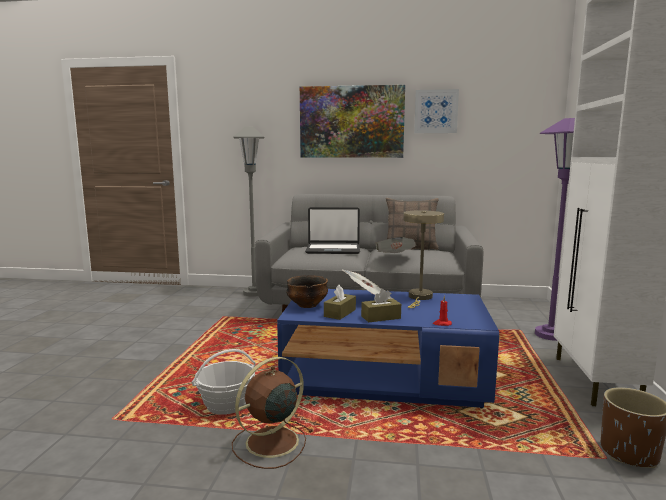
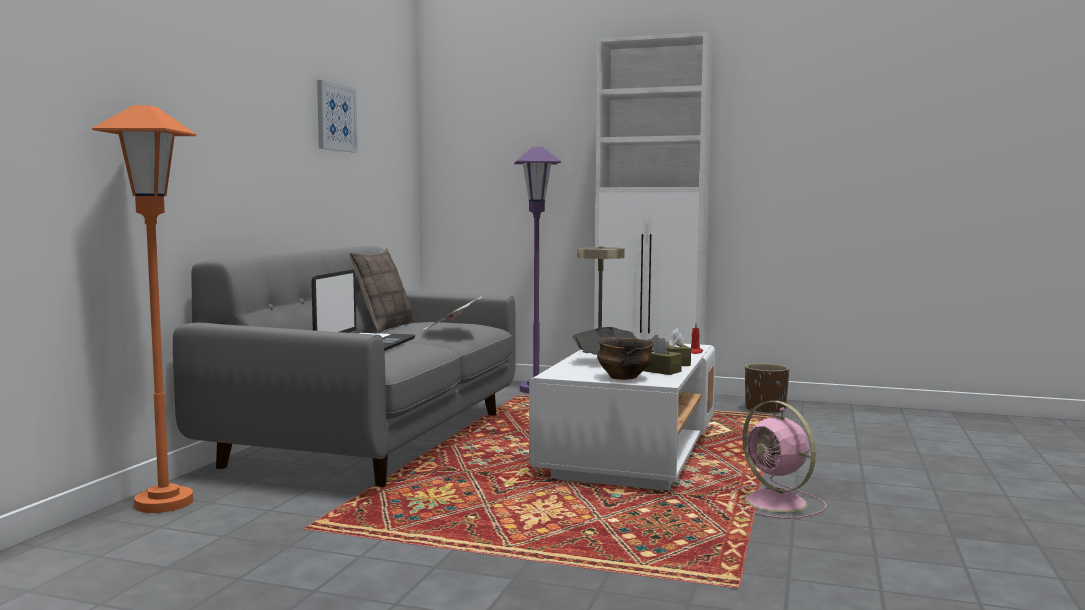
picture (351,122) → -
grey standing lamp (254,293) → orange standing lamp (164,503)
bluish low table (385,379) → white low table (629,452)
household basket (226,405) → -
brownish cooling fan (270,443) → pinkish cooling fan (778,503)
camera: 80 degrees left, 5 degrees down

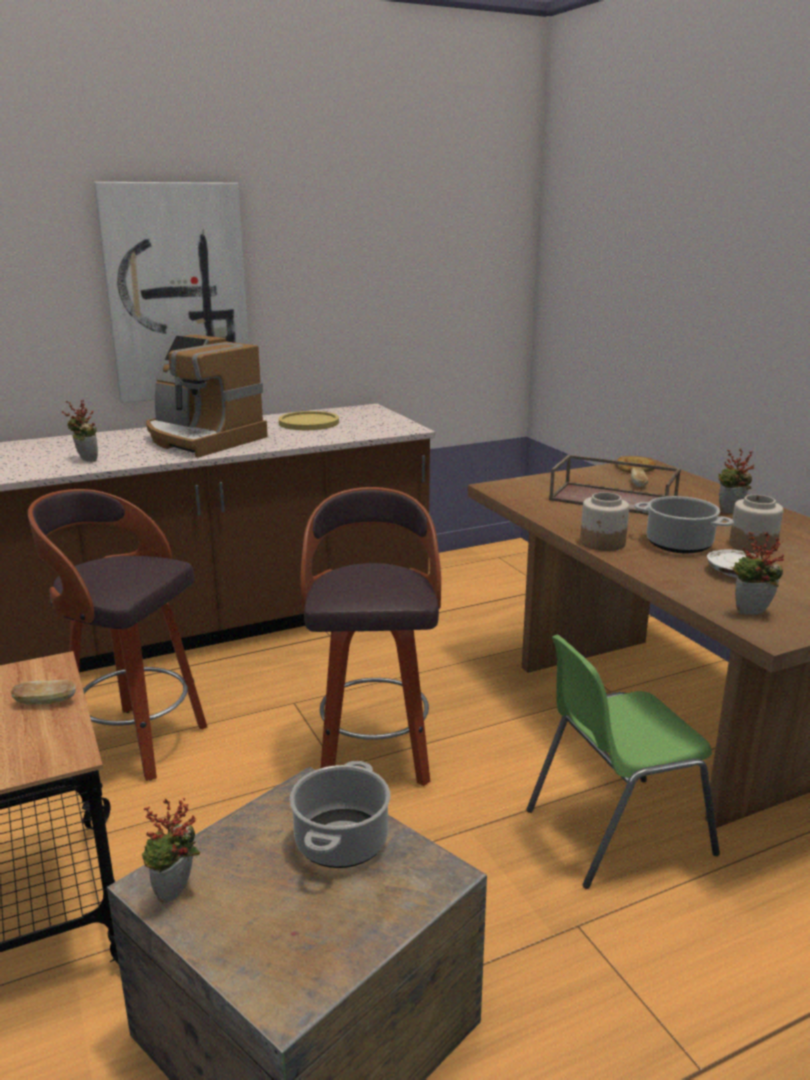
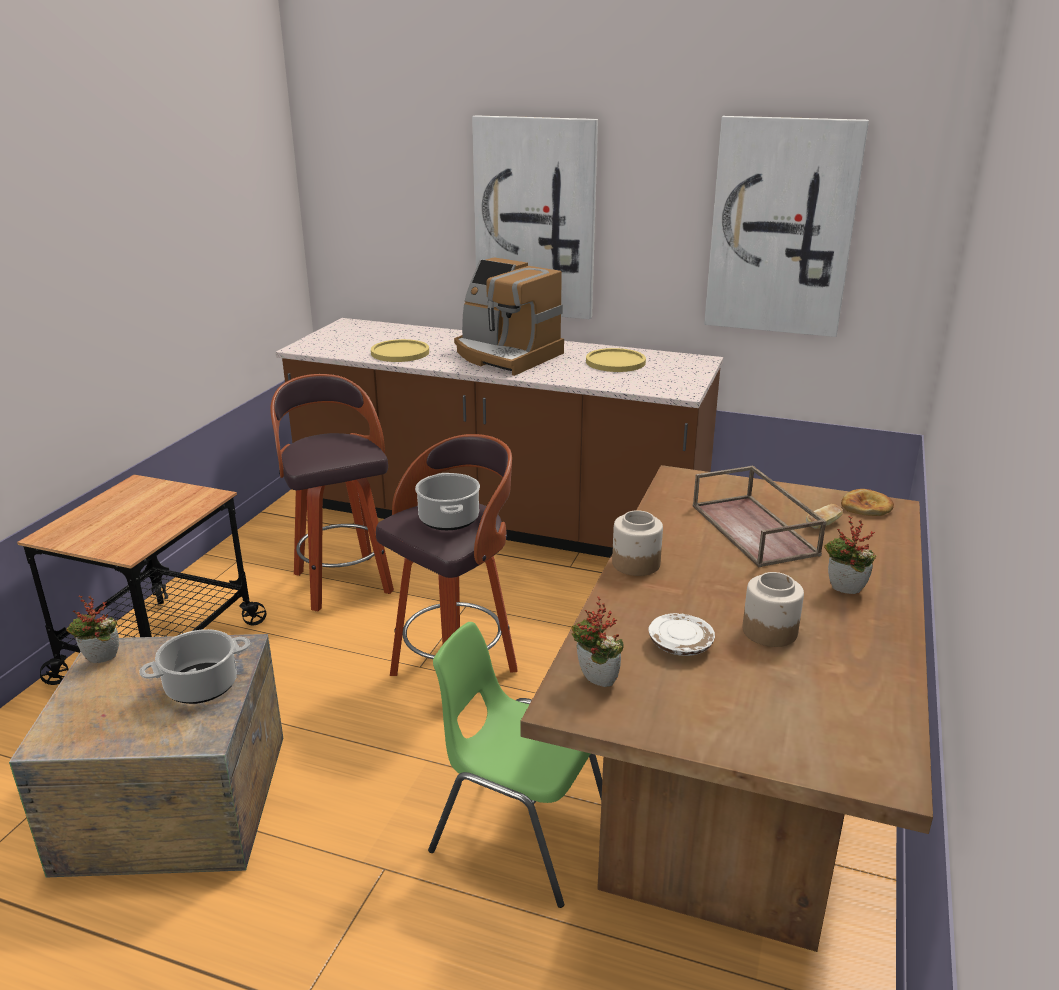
coffee brewer (201,439) → coffee brewer (505,355), 45 degrees counterclockwise
houseplant (85,460) → yellowish flat dish (400,352)
cooking pot (680,544) → cooking pot (449,520), move
bakery bread (45,702) → -
- → picture (781,228)
camera: 45 degrees right, 5 degrees up

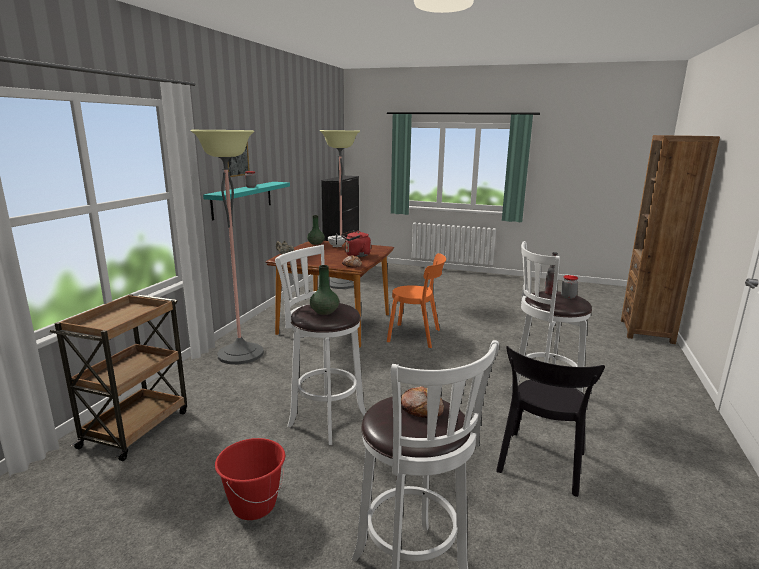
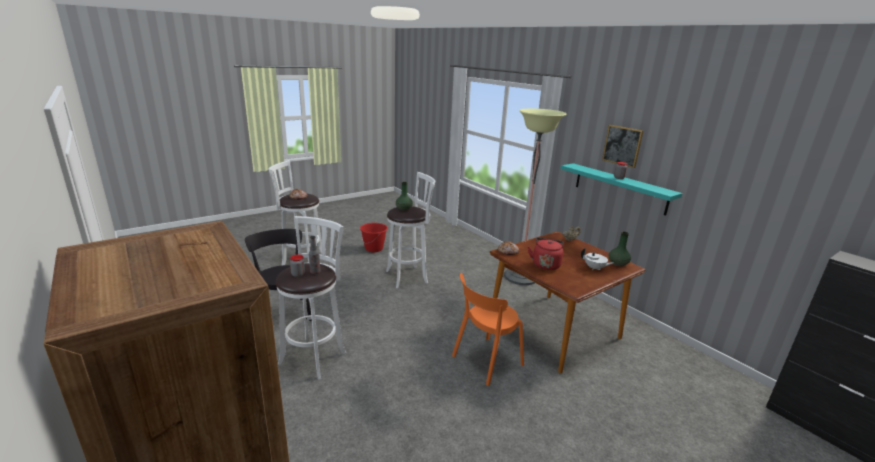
standing lamp (341,284) → -
brownish wheeled cart (137,428) → -
camera: 125 degrees right, 5 degrees up

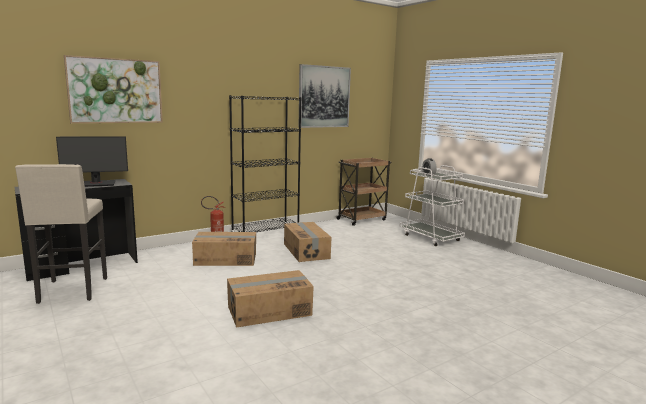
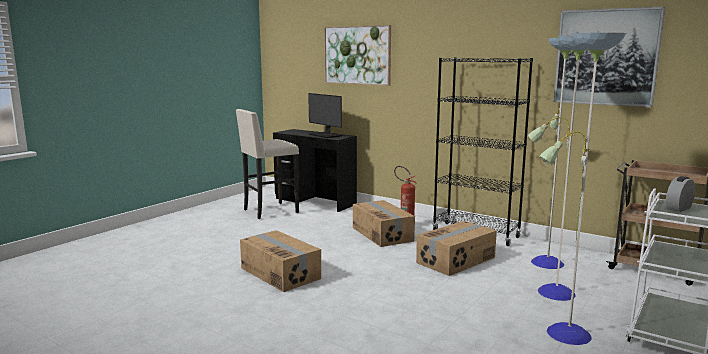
- → standing lamp (553,292)
camera: 70 degrees right, 0 degrees up

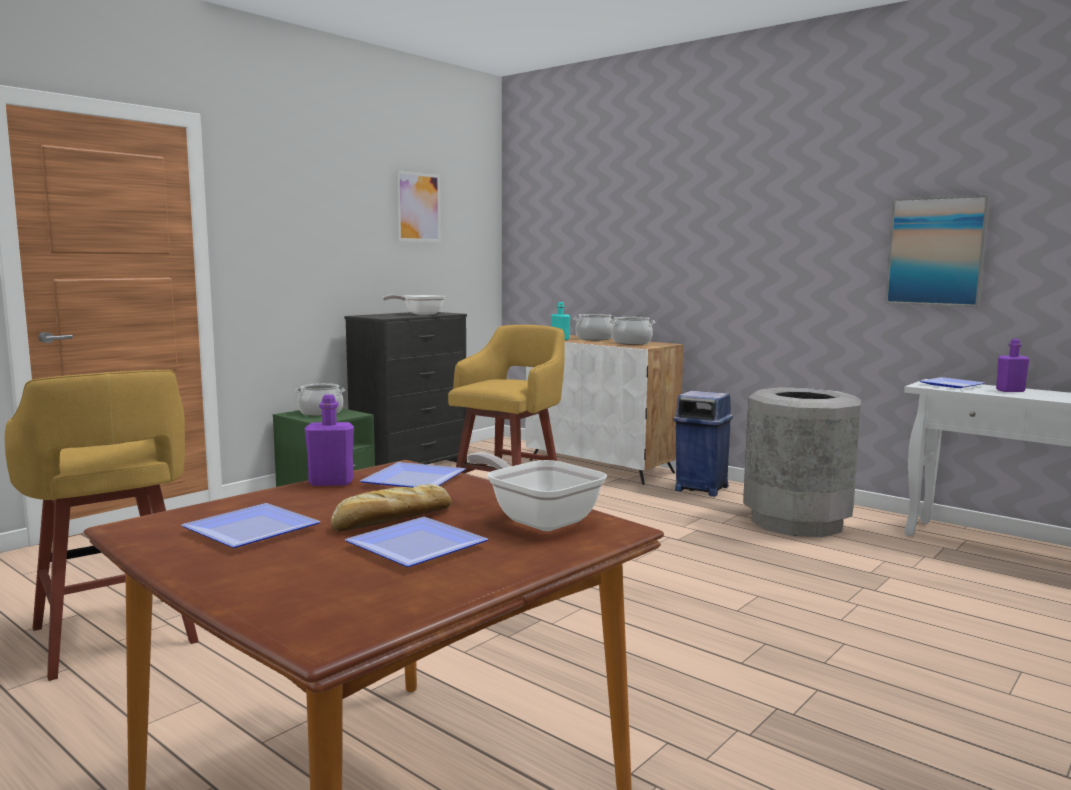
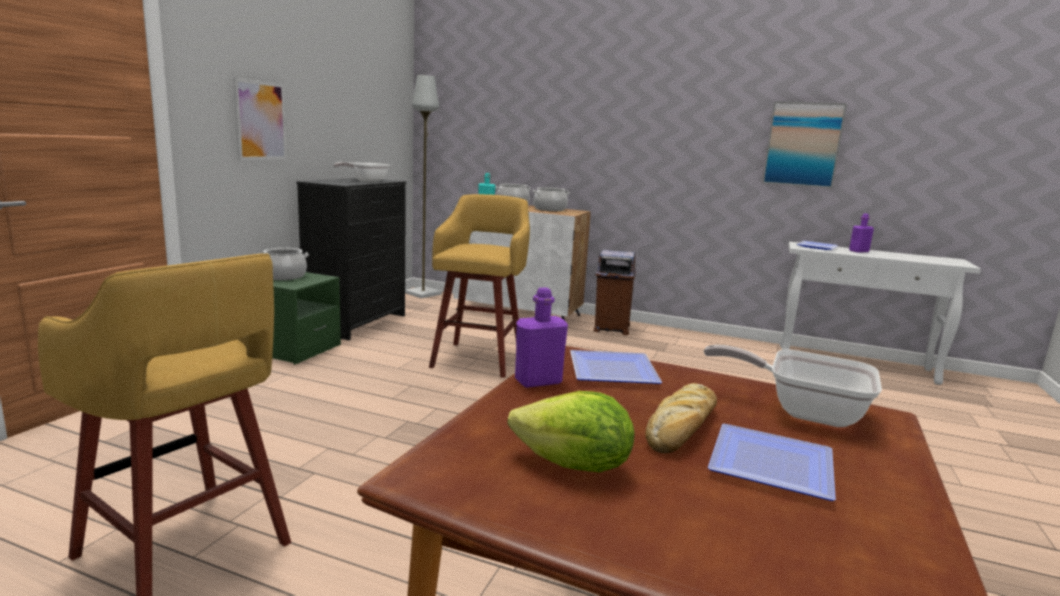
picture (418,207) → picture (261,121), move
grey waste bin (797,522) → -
bluish waste bin (700,488) → brownish waste bin (611,328)
flat dish (250,532) → lettuce (573,467)
- → grey standing lamp (423,293)
camera: 20 degrees left, 5 degrees up

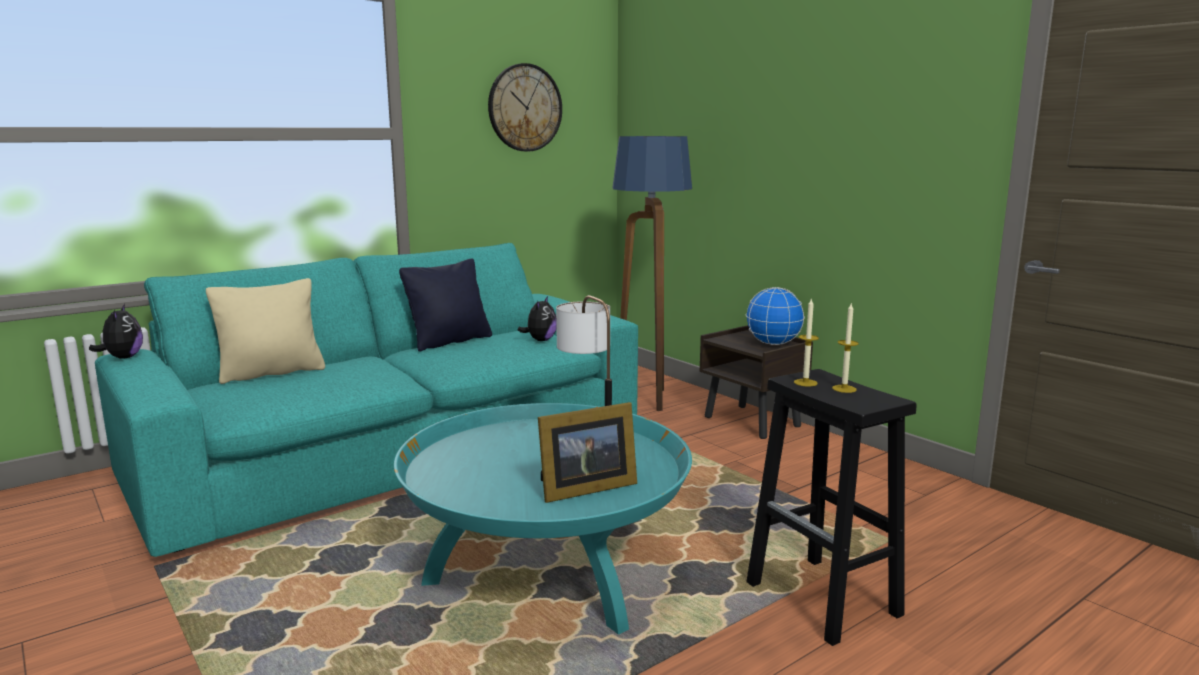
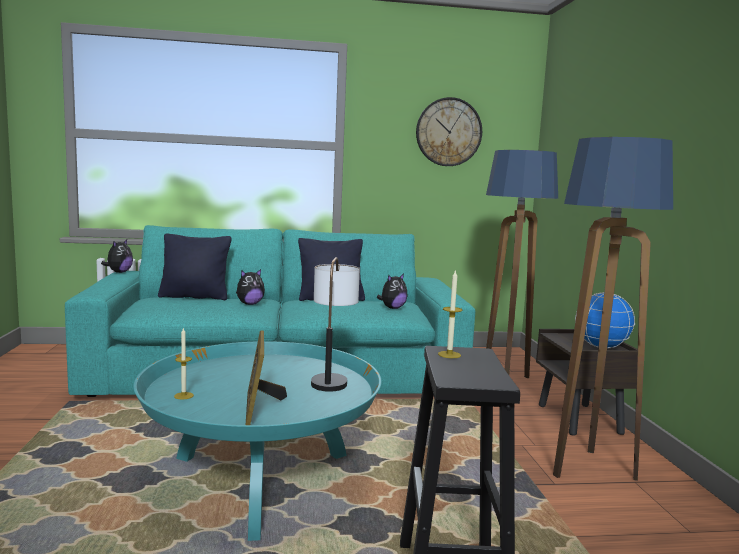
beige-coloured cushion (272,373) → black-coloured cushion (195,297)
wax light (844,389) → wax light (183,396), move
standing frame (583,488) → standing frame (260,408), 75 degrees clockwise
- → standing lamp (587,470)
- → cuddly toy (249,304)
camera: 30 degrees right, 5 degrees down

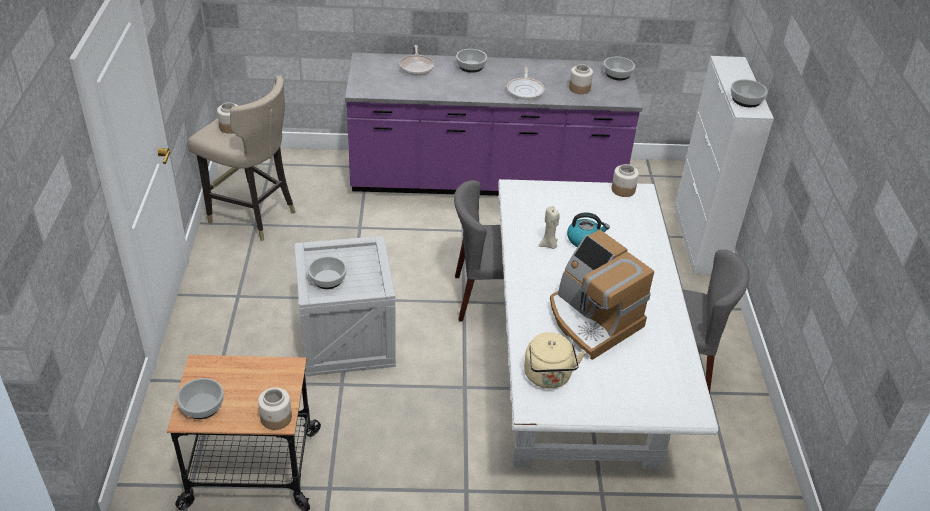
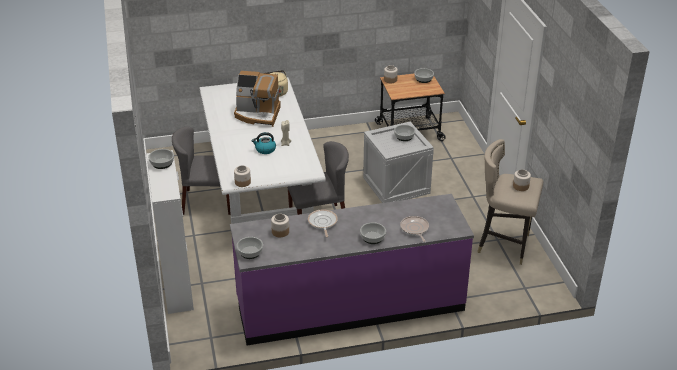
coffee brewer (592,320) → coffee brewer (257,114), 150 degrees clockwise
camera: 170 degrees right, 5 degrees down

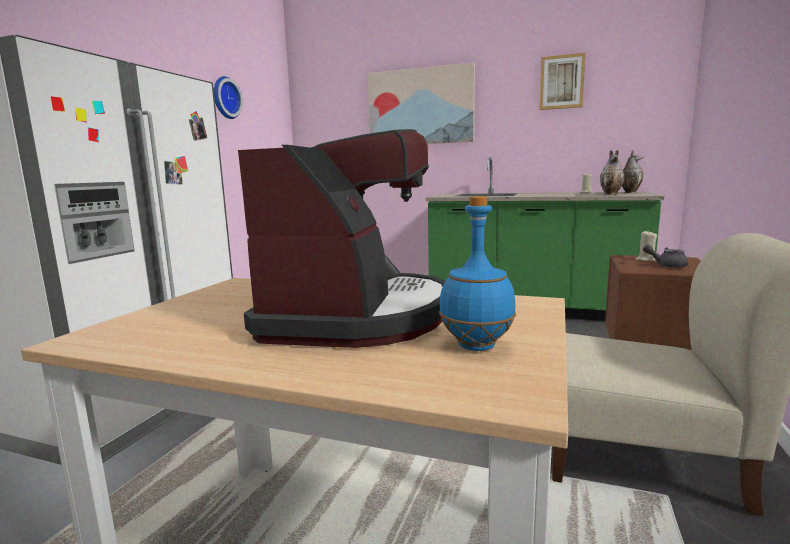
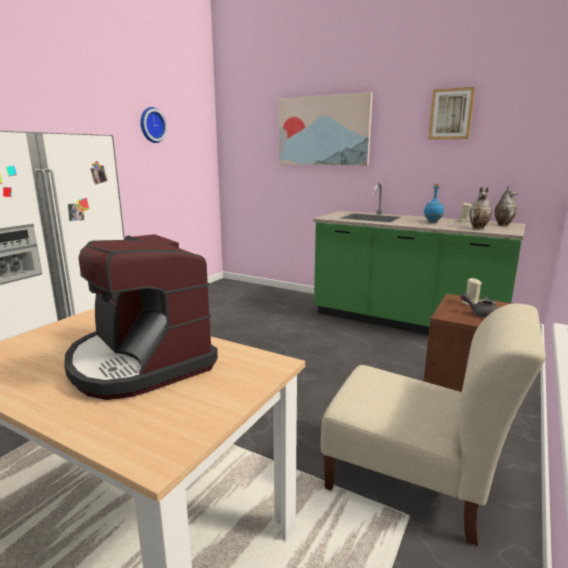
coffee brewer (358,315) → coffee brewer (140,362), 120 degrees clockwise
bluish bottle (475,346) → bluish bottle (432,222), move
camera: 10 degrees right, 5 degrees up

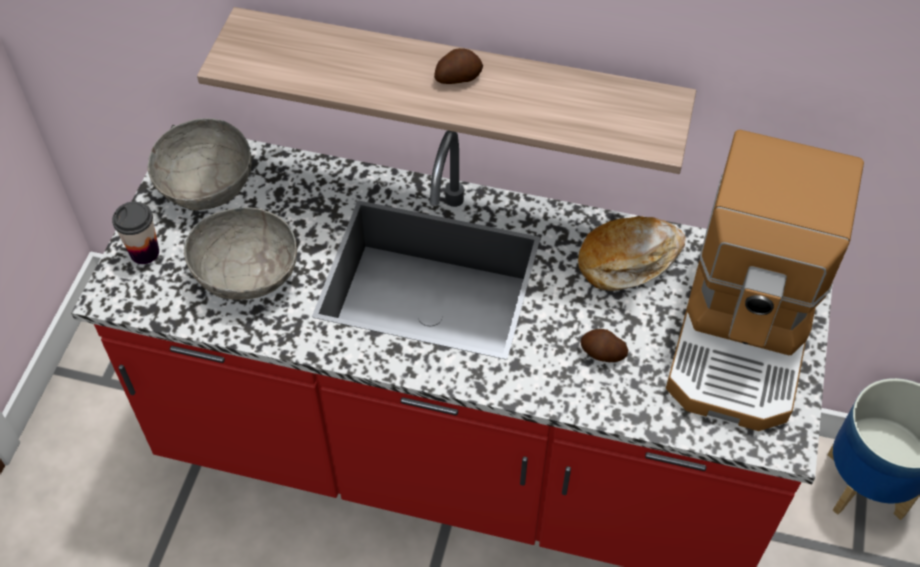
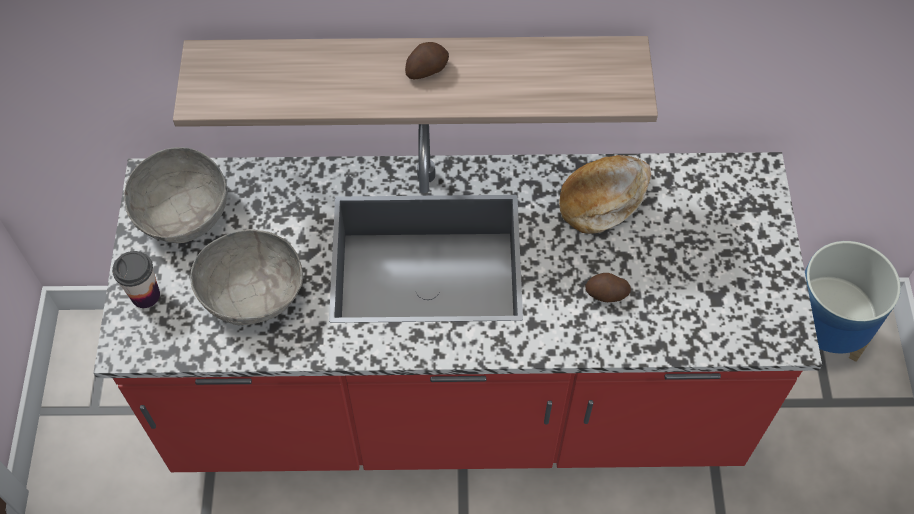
coffee brewer (745,333) → -
camera: 15 degrees left, 5 degrees up

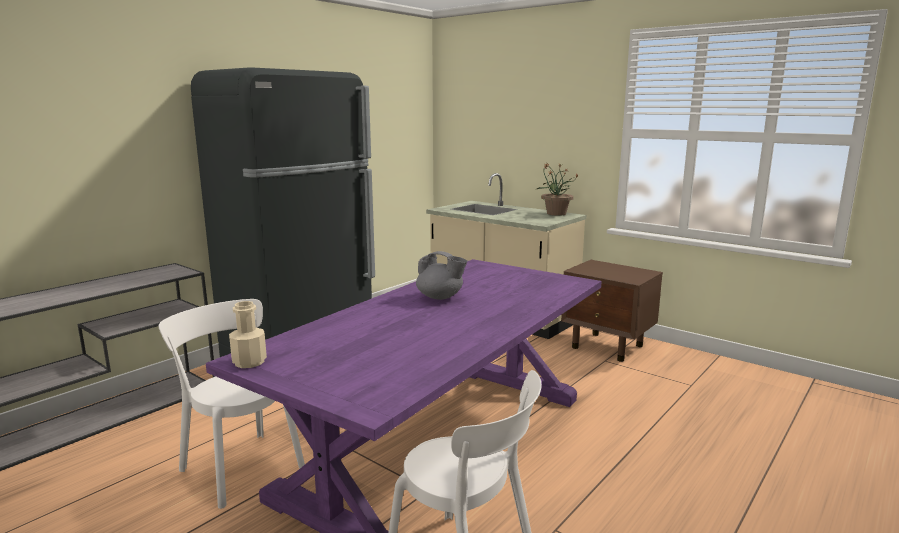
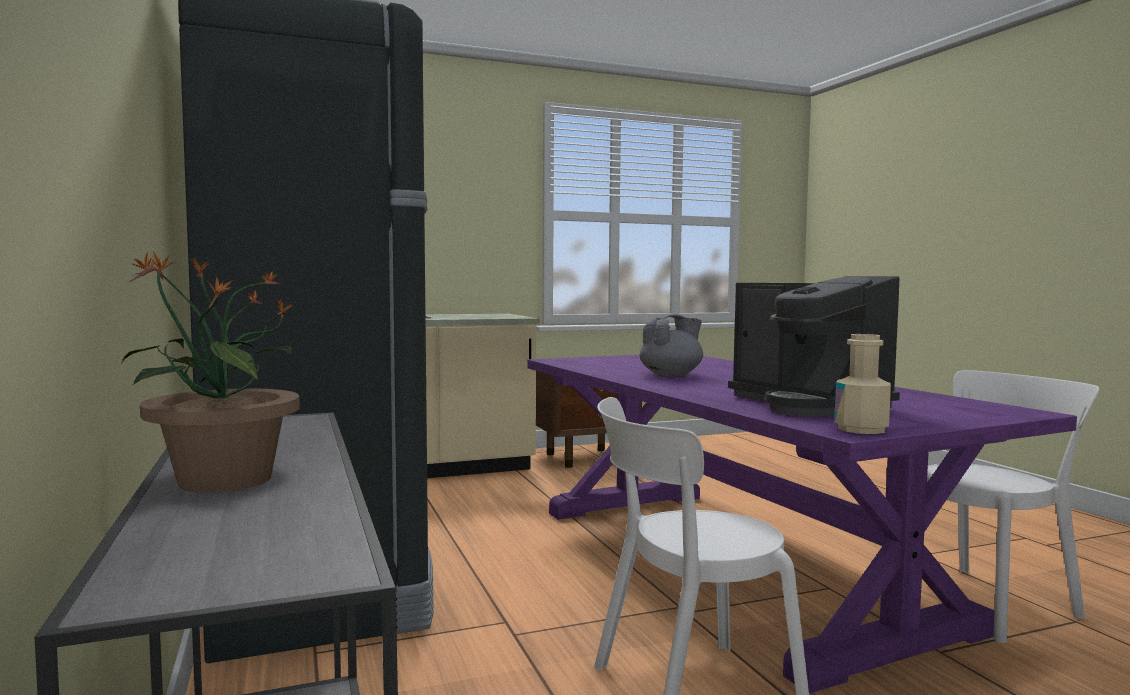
houseplant (555,213) → houseplant (222,481), move
- → coffee brewer (808,404)
camera: 60 degrees left, 10 degrees down

